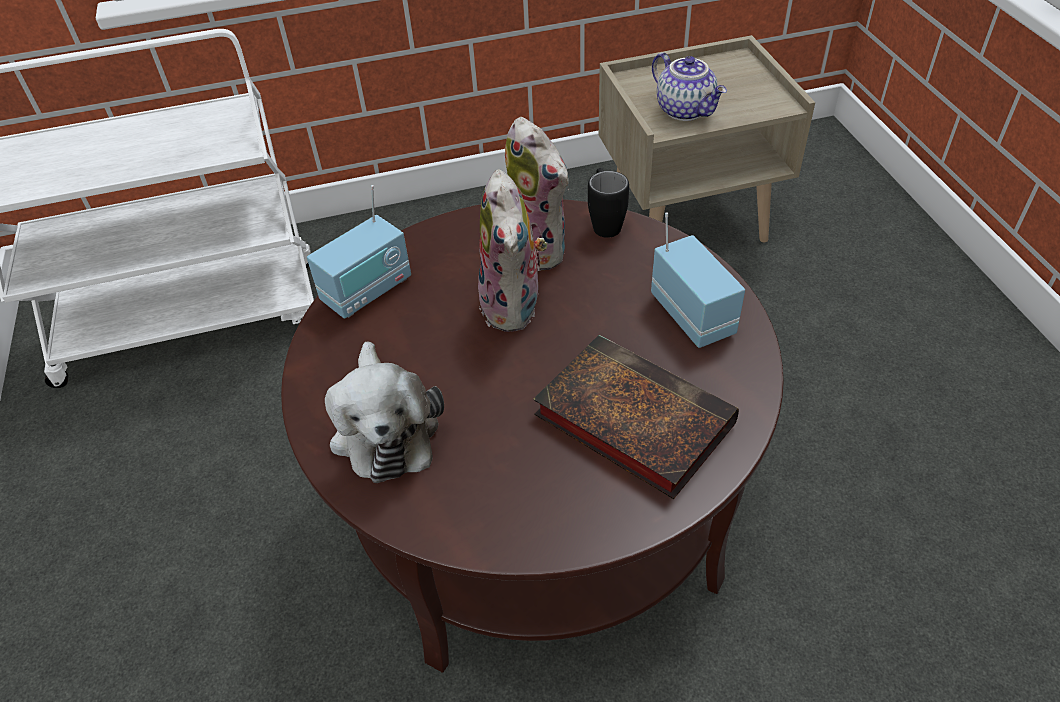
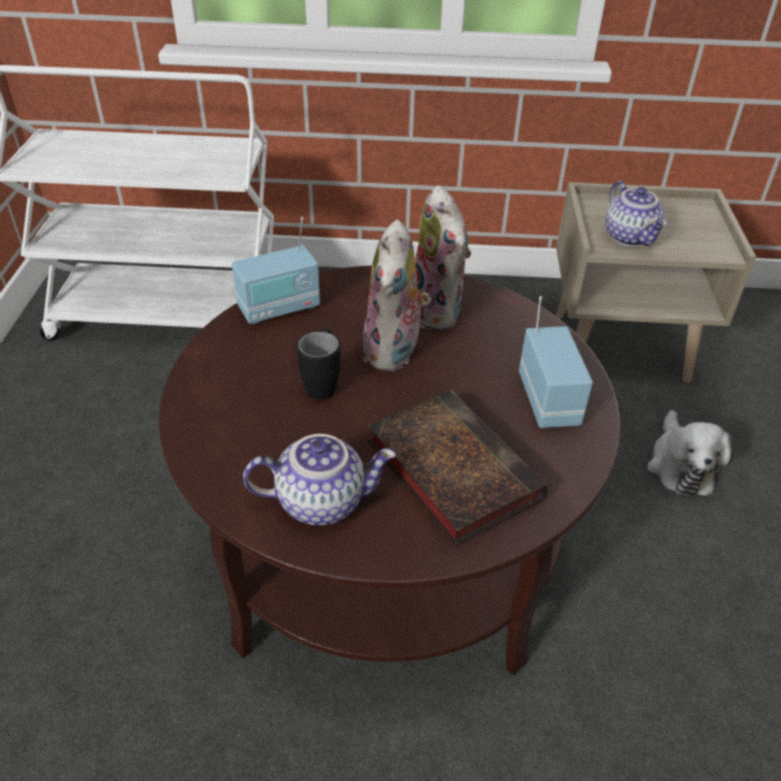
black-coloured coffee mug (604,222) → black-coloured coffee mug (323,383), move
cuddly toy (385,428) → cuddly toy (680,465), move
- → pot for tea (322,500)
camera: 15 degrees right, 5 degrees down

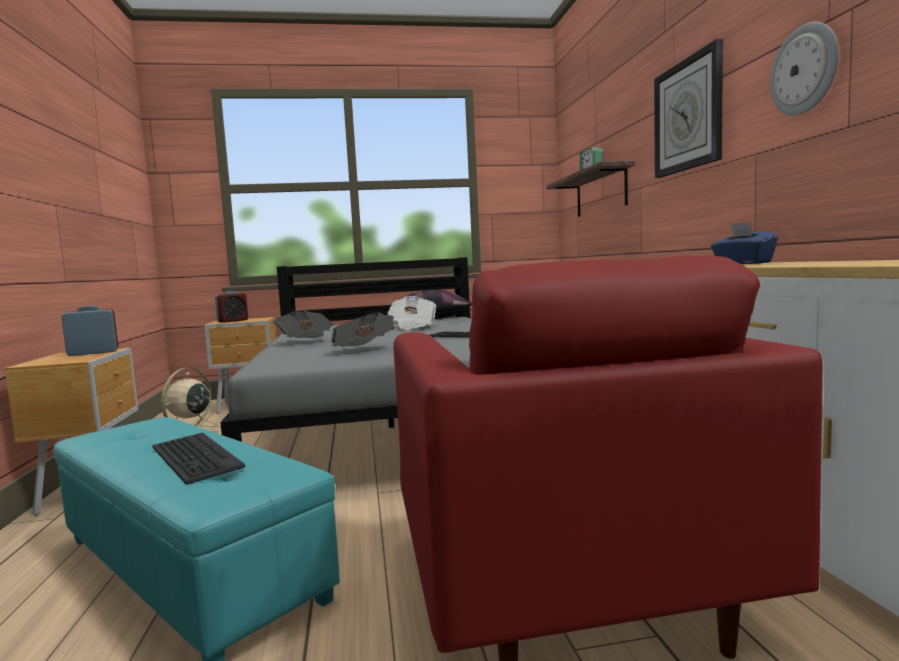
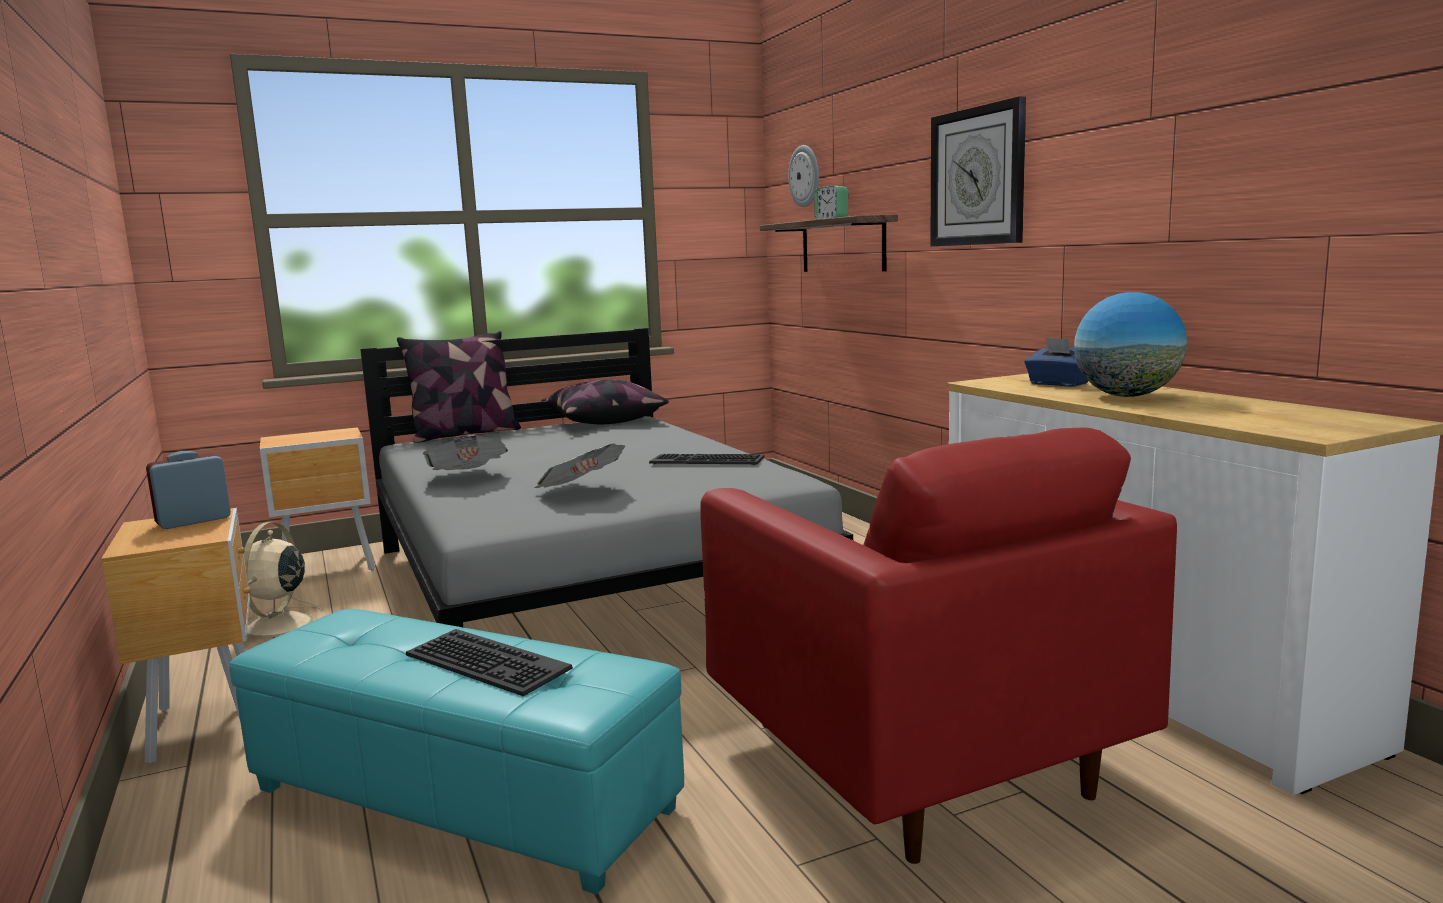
hanging clock (805,70) → hanging clock (805,176), move
bedside clock (233,321) → -
daily paper (412,326) → -
- → desk globe (1126,396)
- → cushion (464,434)
camera: 15 degrees left, 5 degrees up

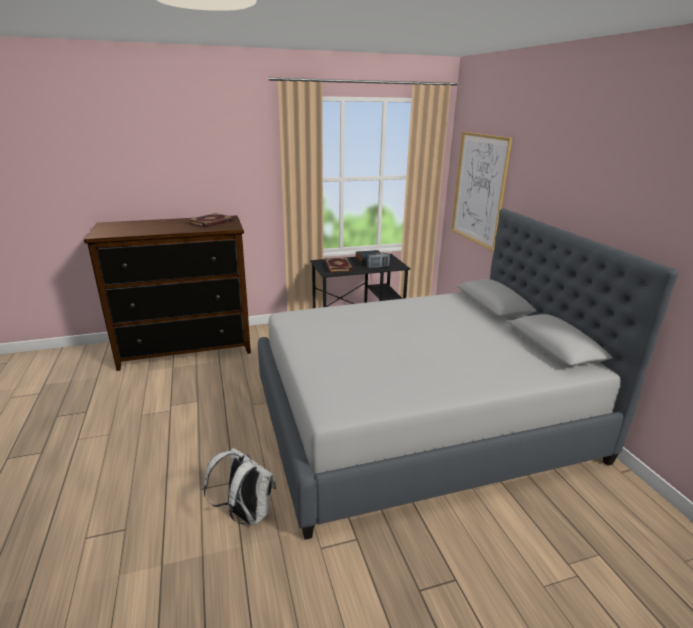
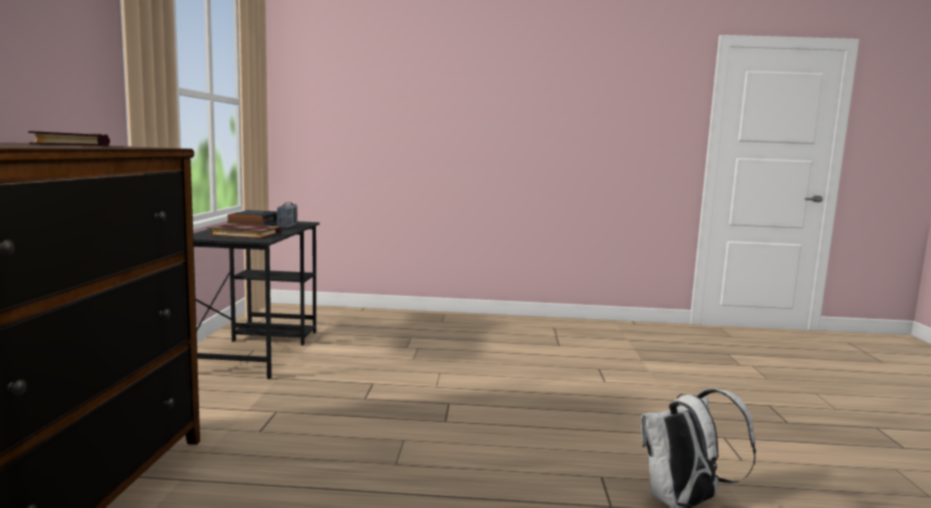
picture (479,189) → -
grey bedroom bed (419,420) → -
camera: 70 degrees left, 15 degrees down

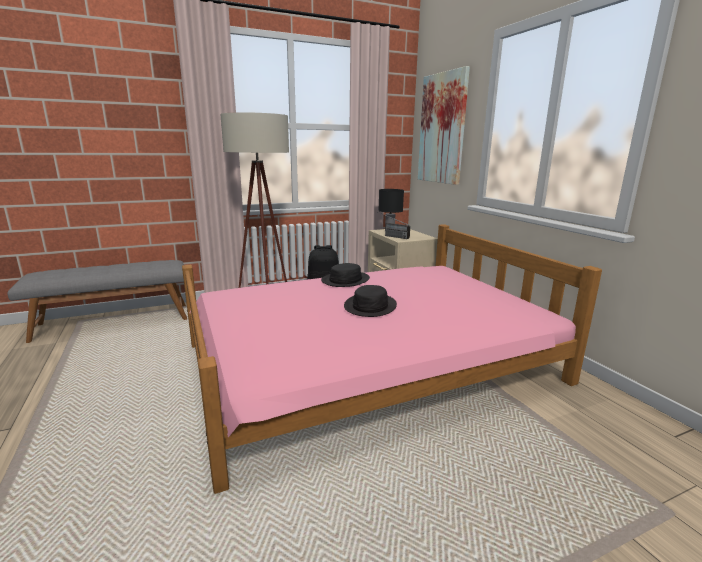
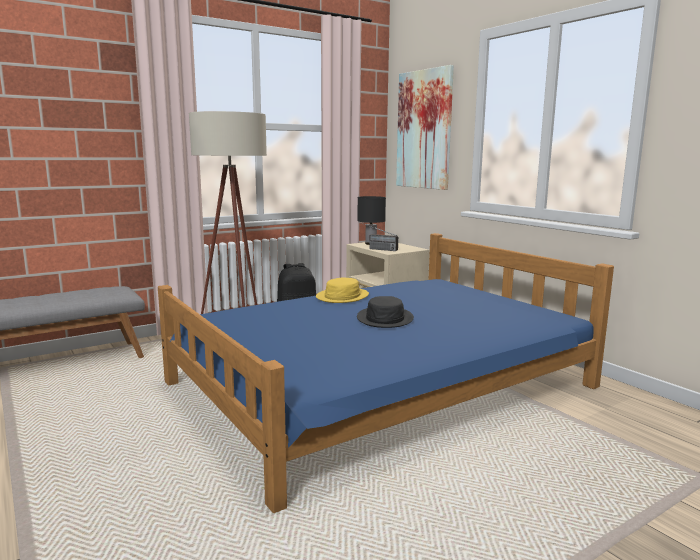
pinkish bedroom bed (368,363) → bluish bedroom bed (380,385)
black-coloured clothing hat (345,280) → yellowish clothing hat (342,296)
camera: 10 degrees left, 5 degrees down

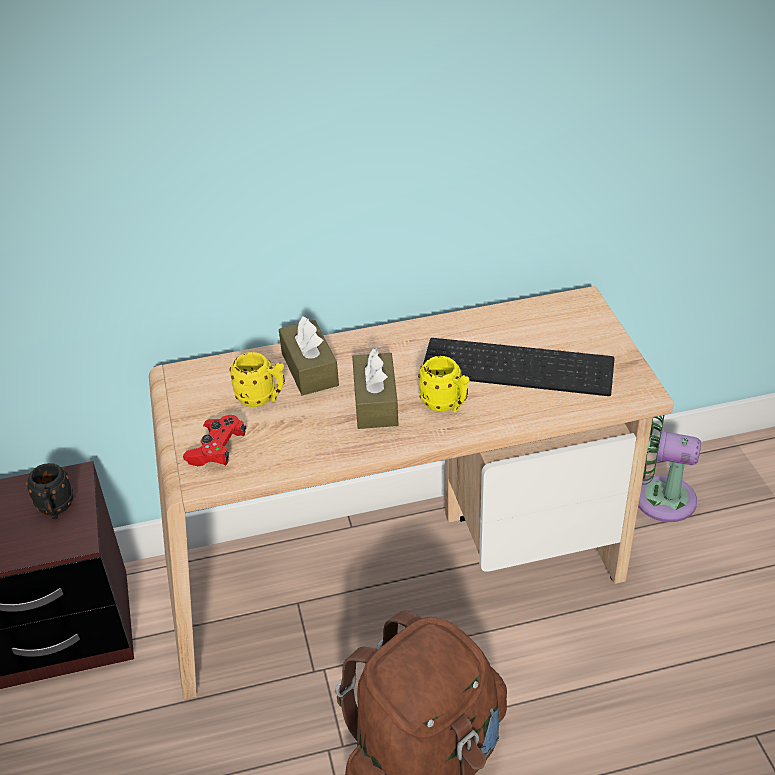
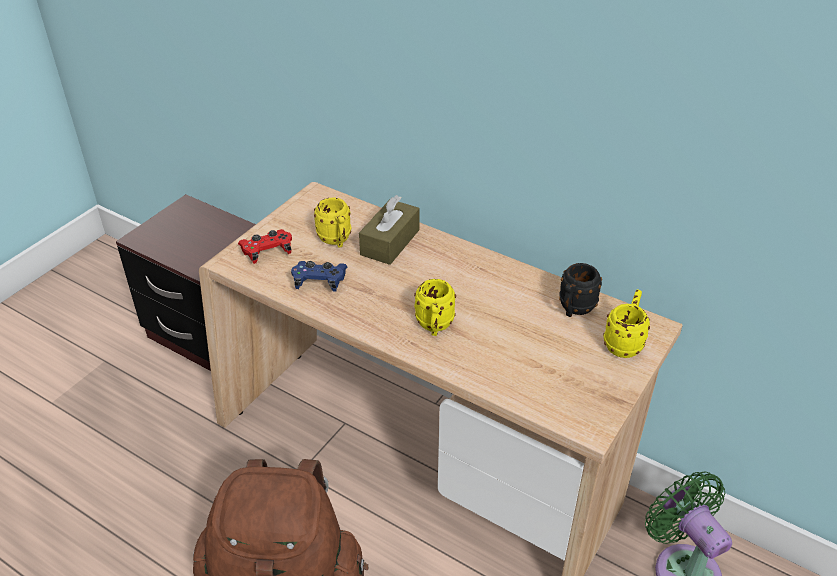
PC keyboard (520,365) → -
brownish box of tissues (375,402) → -
black-coloured coffee mug (55,509) → black-coloured coffee mug (574,309), move
- → bluish game controller (319,282)
- → yellowish coffee mug (624,343)
camera: 45 degrees right, 0 degrees up

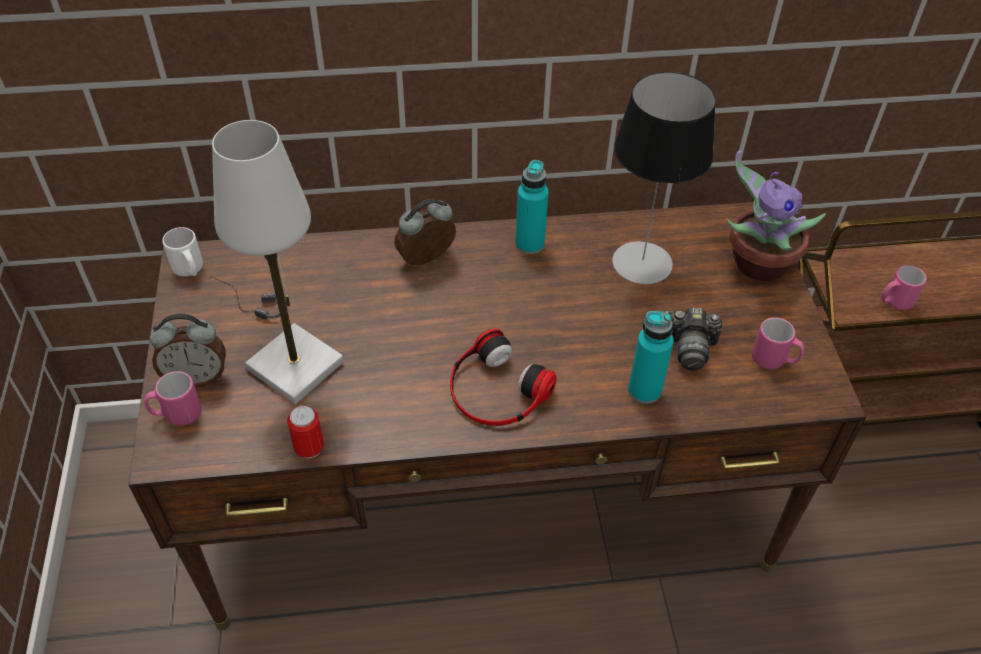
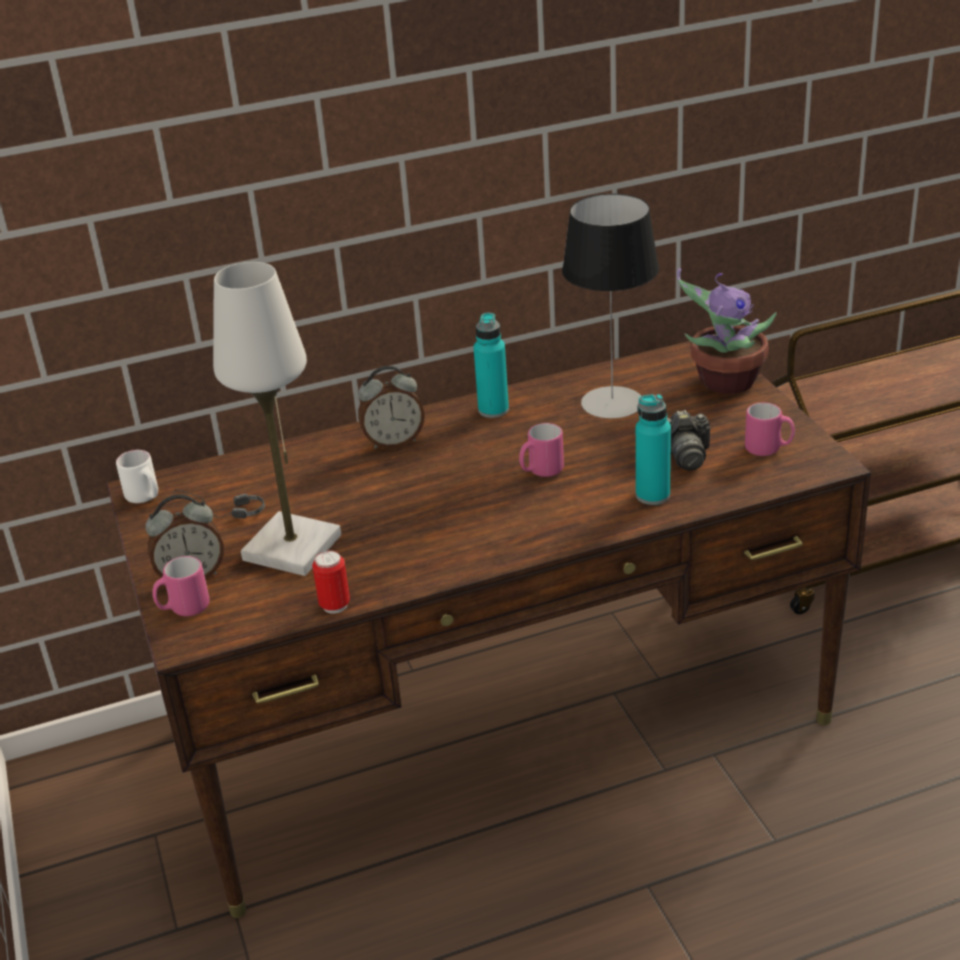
bedside clock (427,260) → bedside clock (394,442), 150 degrees counterclockwise
pinkish coffee mug (894,302) → pinkish coffee mug (541,471), move
headset (496,390) → -
camera: 10 degrees left, 15 degrees down

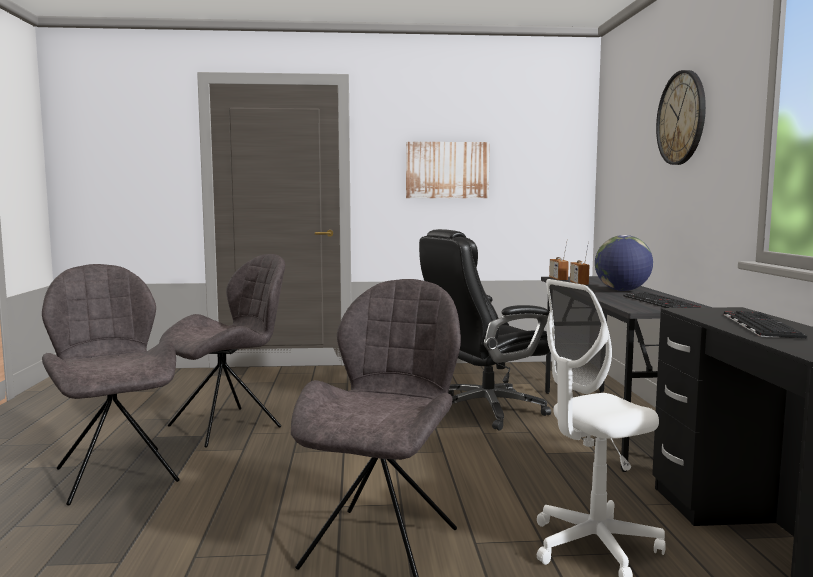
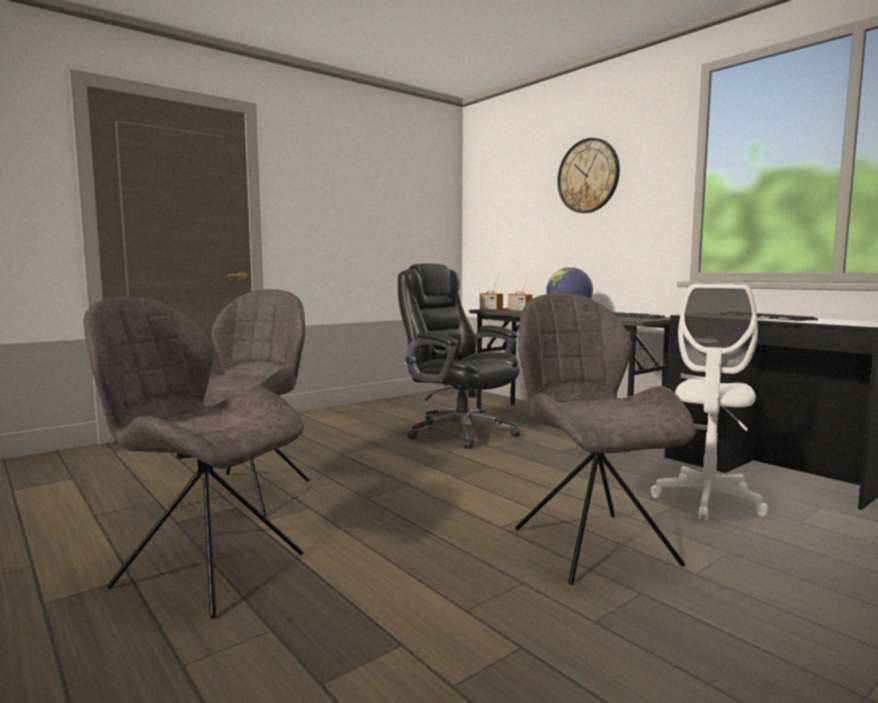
picture (447,170) → -
black-coloured office chair (484,410) → black-coloured office chair (459,432), 105 degrees clockwise
camera: 35 degrees left, 0 degrees up

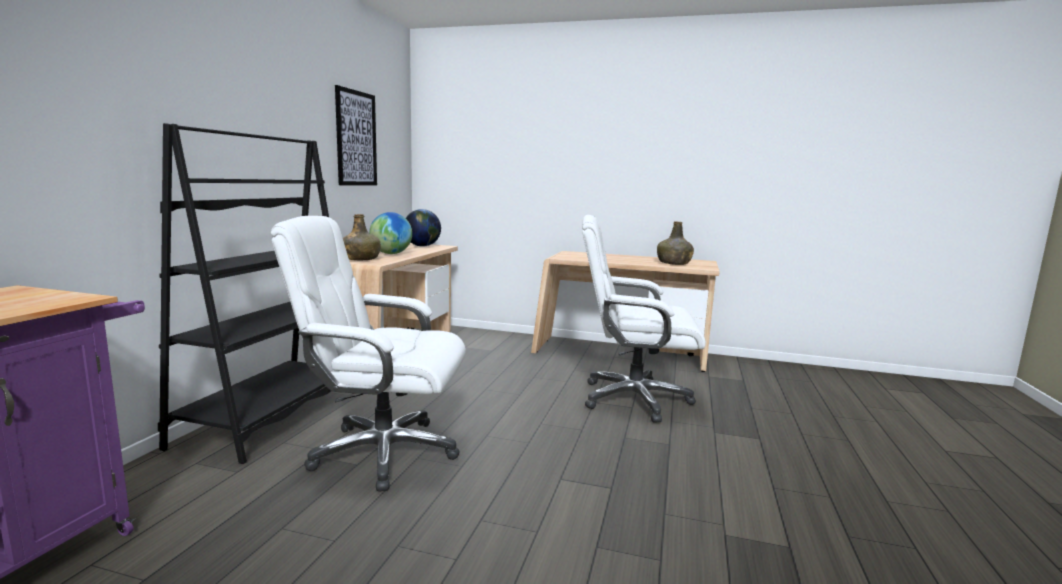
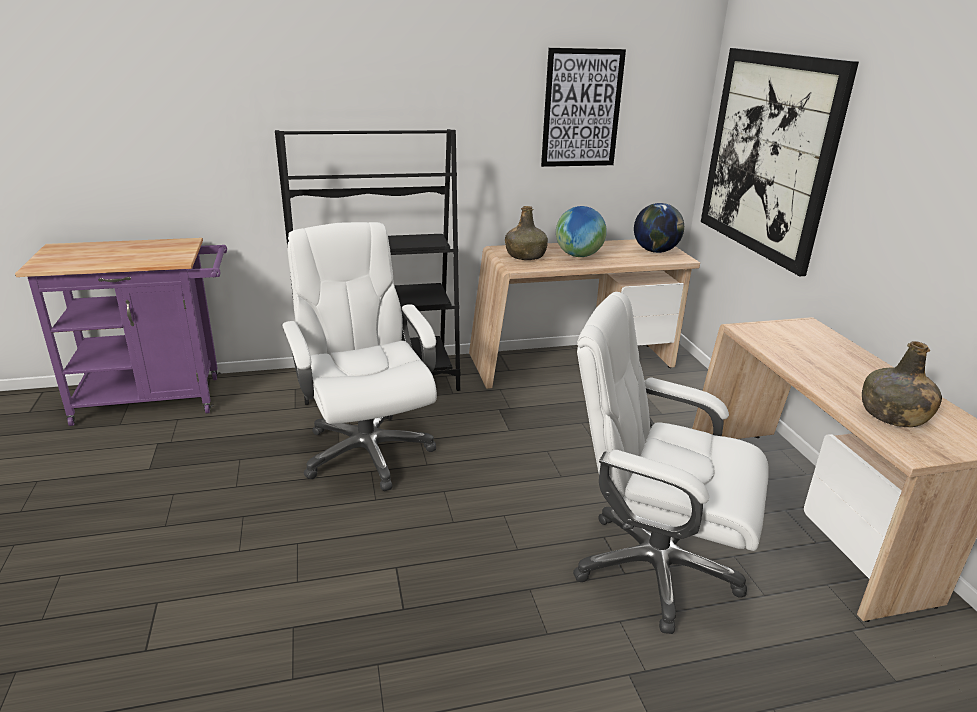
white office chair (633,399) → white office chair (653,567), 45 degrees counterclockwise
- → picture (768,155)
camera: 60 degrees right, 15 degrees up

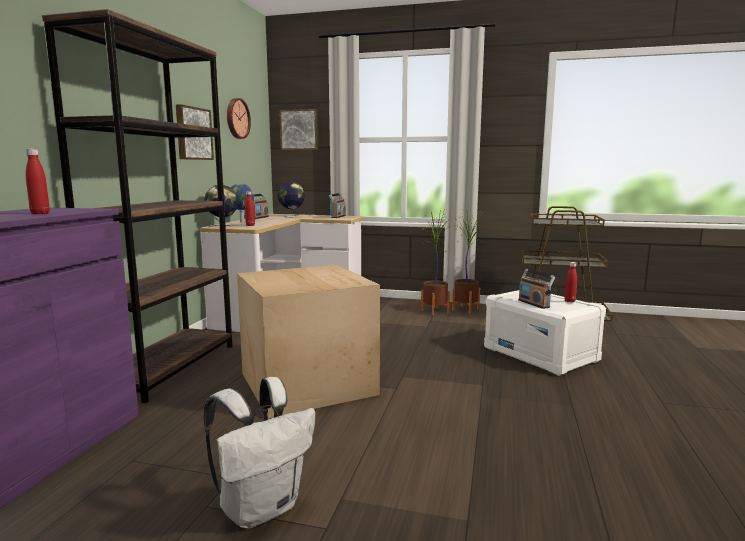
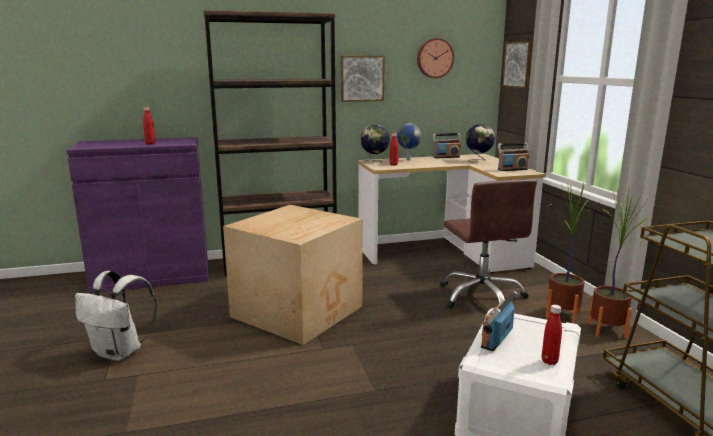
- → brownish office chair (482,296)
camera: 60 degrees right, 5 degrees up

